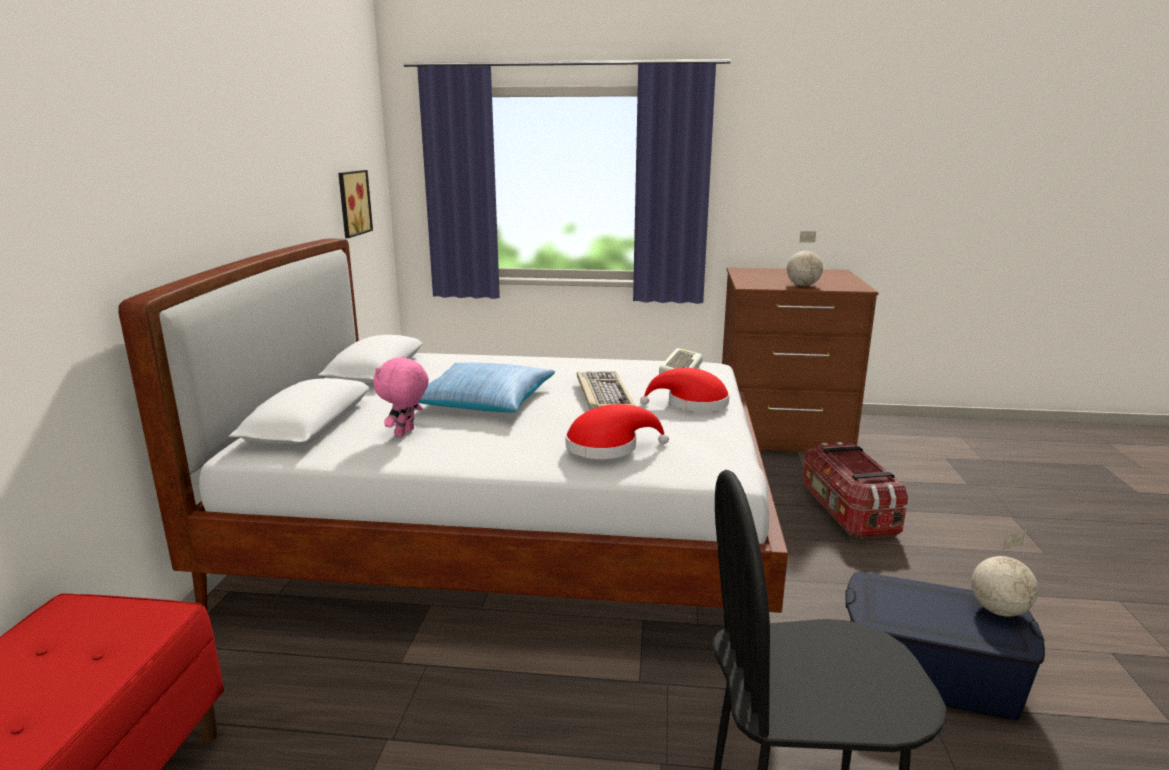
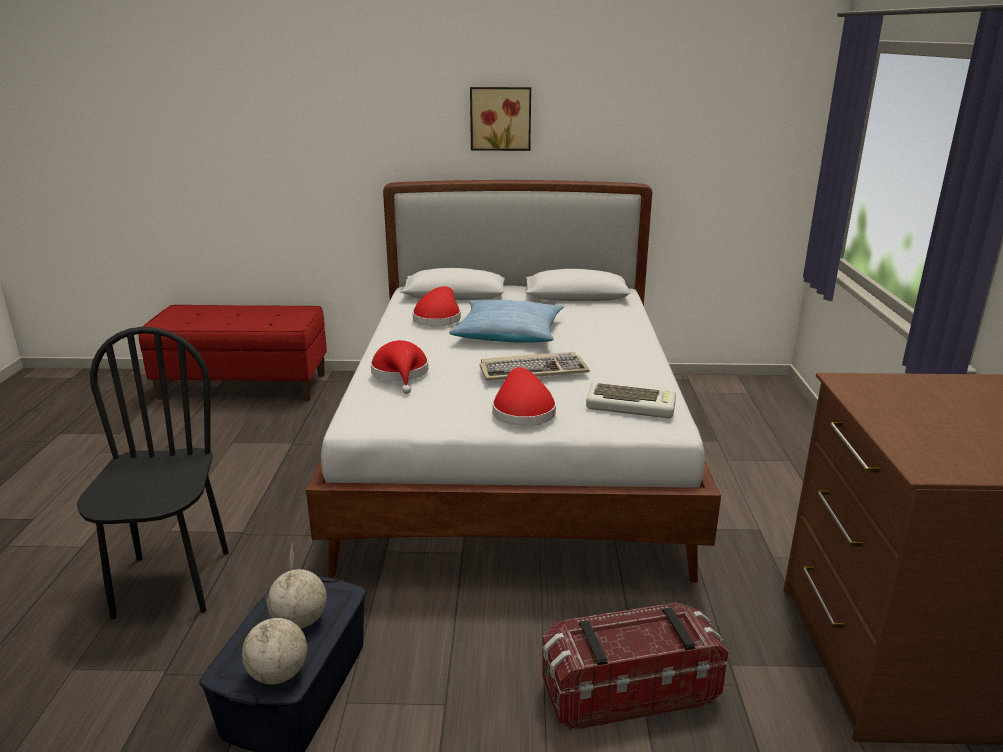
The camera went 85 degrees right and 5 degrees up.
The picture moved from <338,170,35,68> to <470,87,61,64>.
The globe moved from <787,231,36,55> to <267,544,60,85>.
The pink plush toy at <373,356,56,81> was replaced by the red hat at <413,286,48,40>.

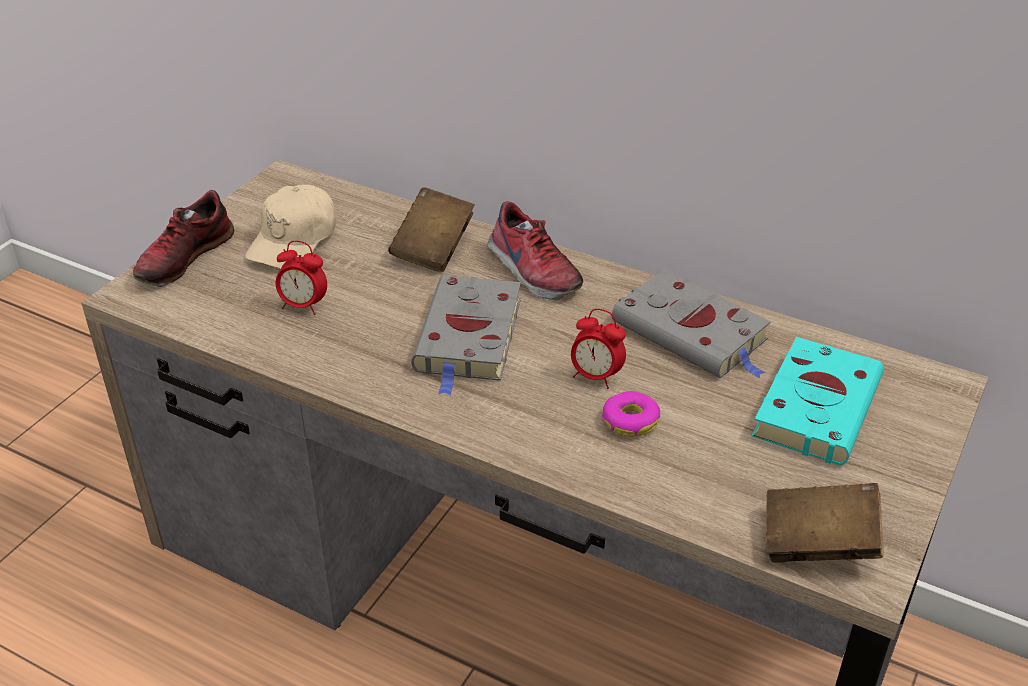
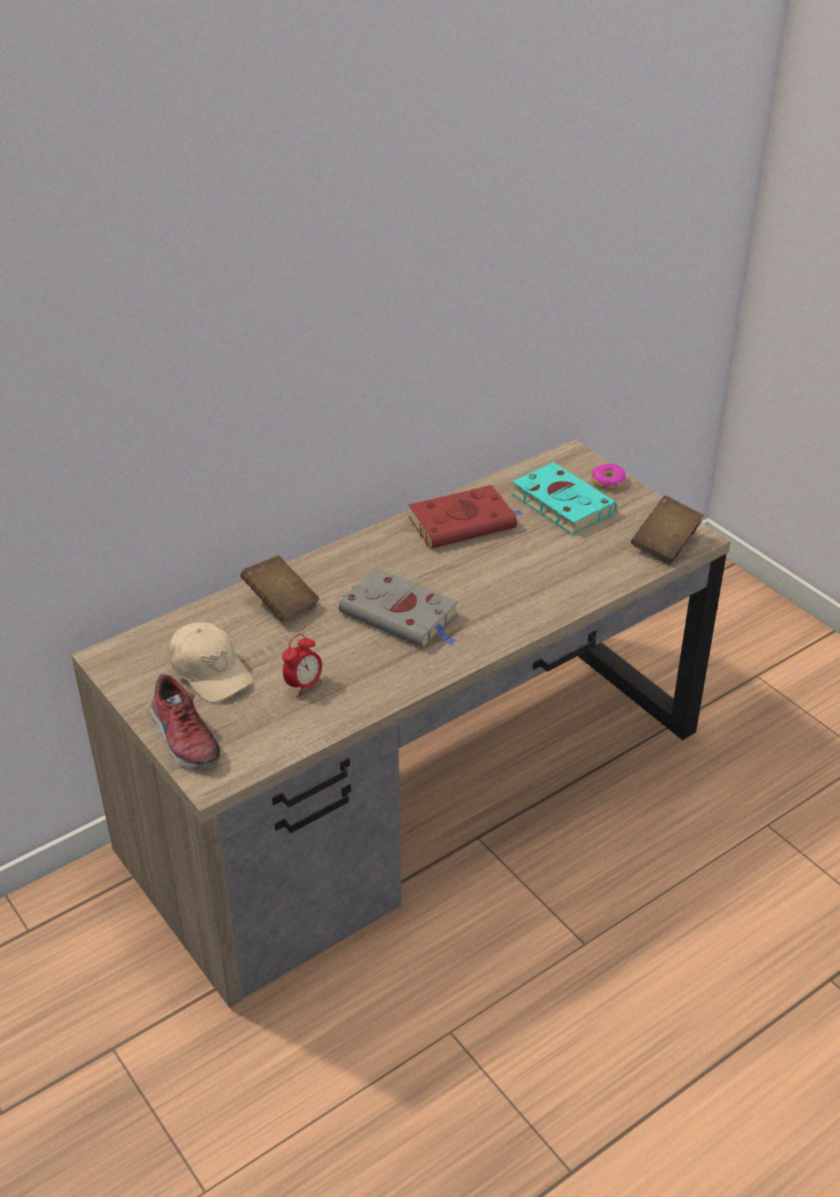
The camera went 65 degrees left and 0 degrees up.
The shoe at <487,201,96,99> disappeared.
The grey book at <612,269,159,109> became the red book at <409,485,115,64>.
The alarm clock at <571,309,55,80> disappeared.
The donut moved from <602,391,58,46> to <592,463,34,27>.

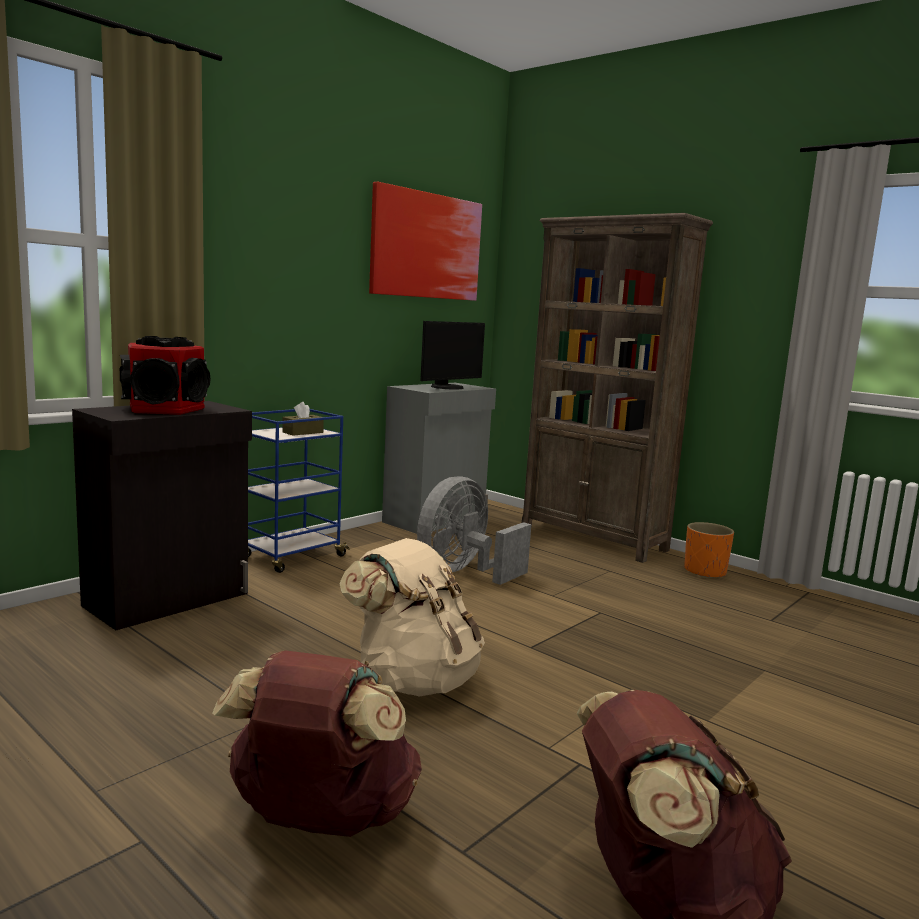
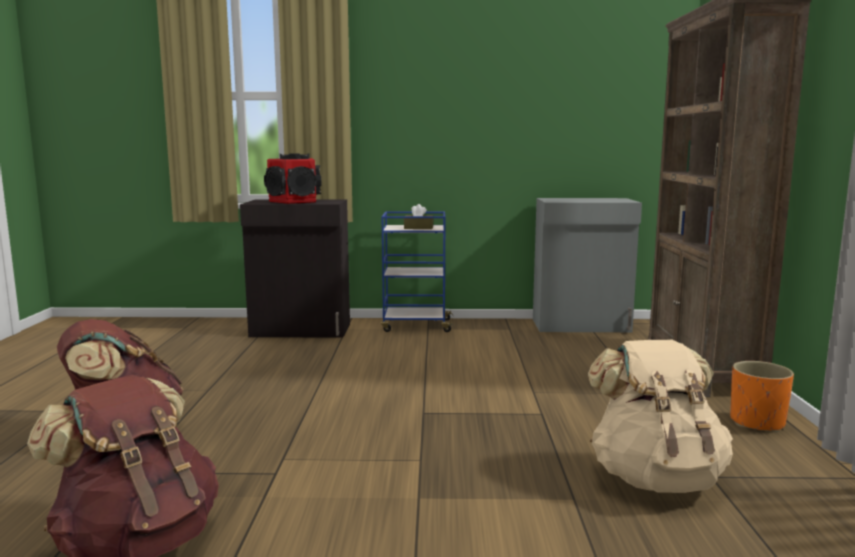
The camera went 50 degrees right and 0 degrees up.
The picture at <369,182,113,119> disappeared.
The monitor at <420,321,65,68> disappeared.
The grey fan at <417,476,114,109> disappeared.
The beige backpack moved from <339,538,146,159> to <588,340,145,153>.

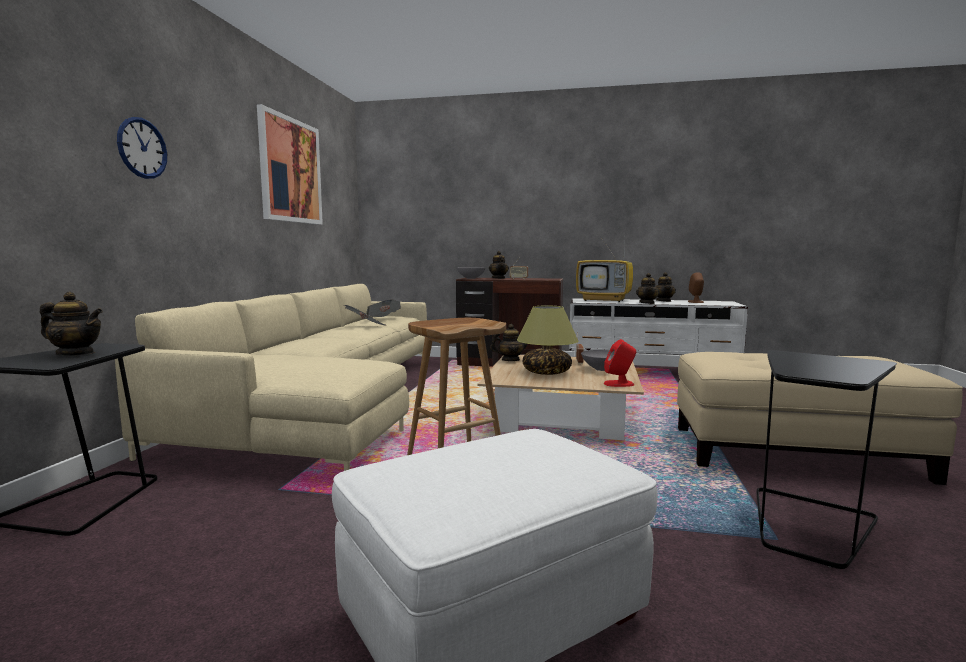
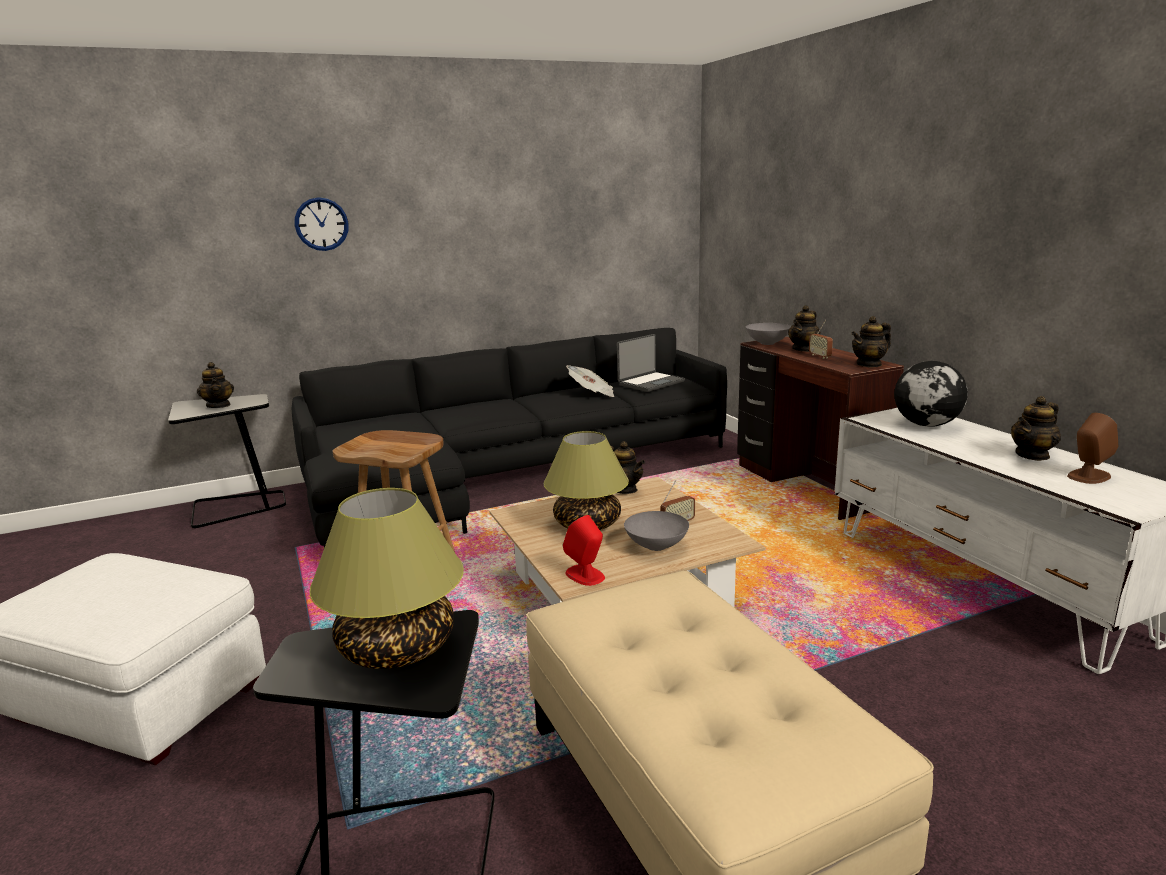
The camera went 55 degrees right and 10 degrees up.
The picture at <257,104,66,121> disappeared.
The television at <576,243,57,59> was replaced by the globe at <894,361,74,66>.
The teapot moved from <636,273,24,31> to <851,316,40,52>.
The beige sofa at <115,284,312,187> became the black sofa at <291,328,436,220>.
The newspaper at <366,299,35,18> was replaced by the laptop at <617,334,68,58>.
The table lamp at <309,488,155,181> appeared.

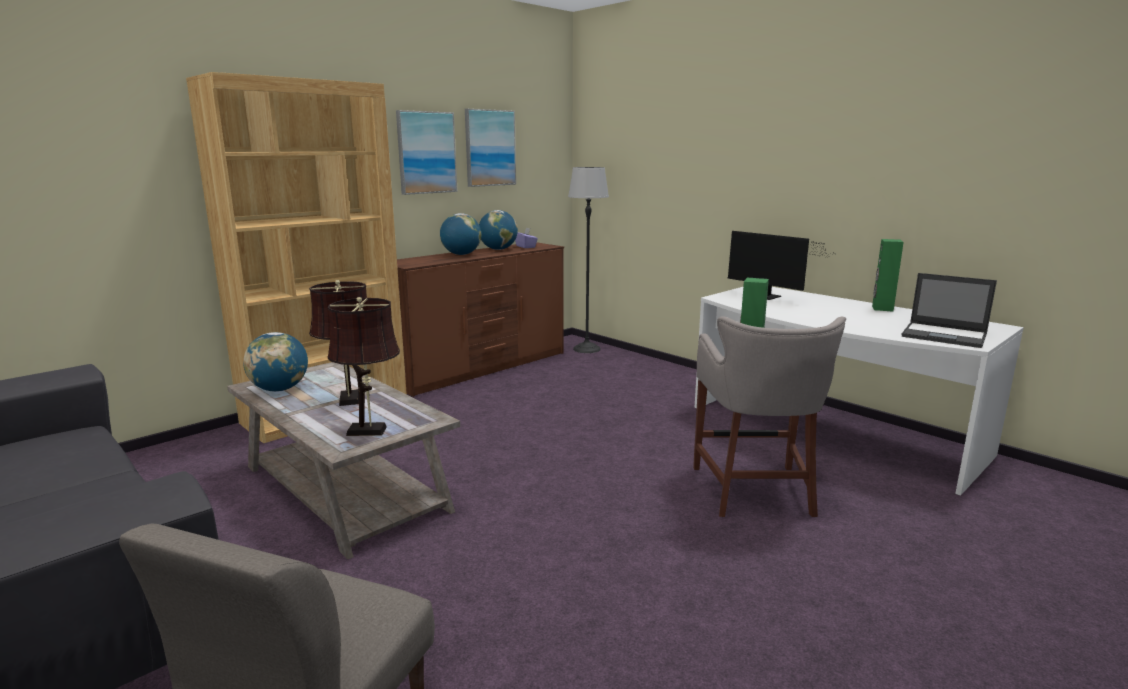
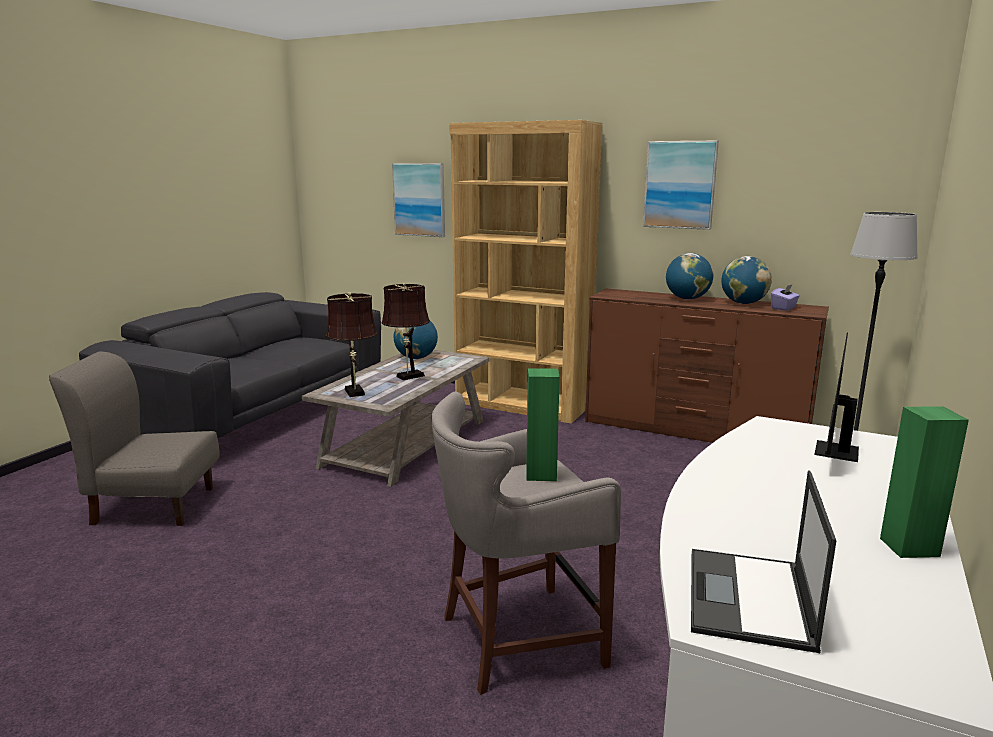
The camera went 70 degrees right and 0 degrees up.
The picture moved from <465,109,51,78> to <392,163,53,74>.

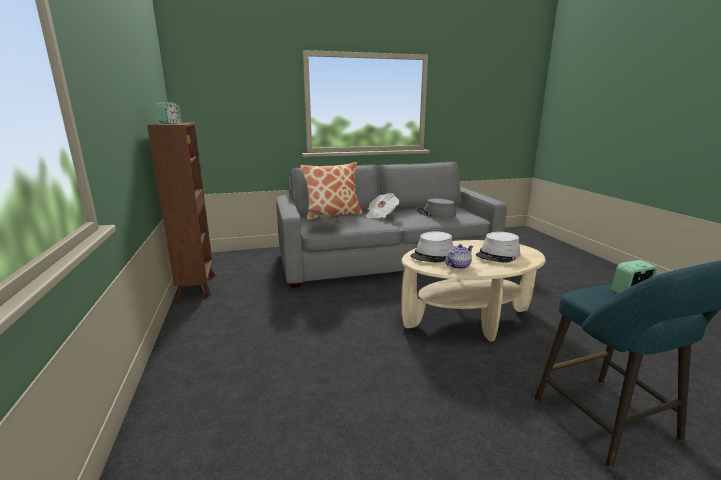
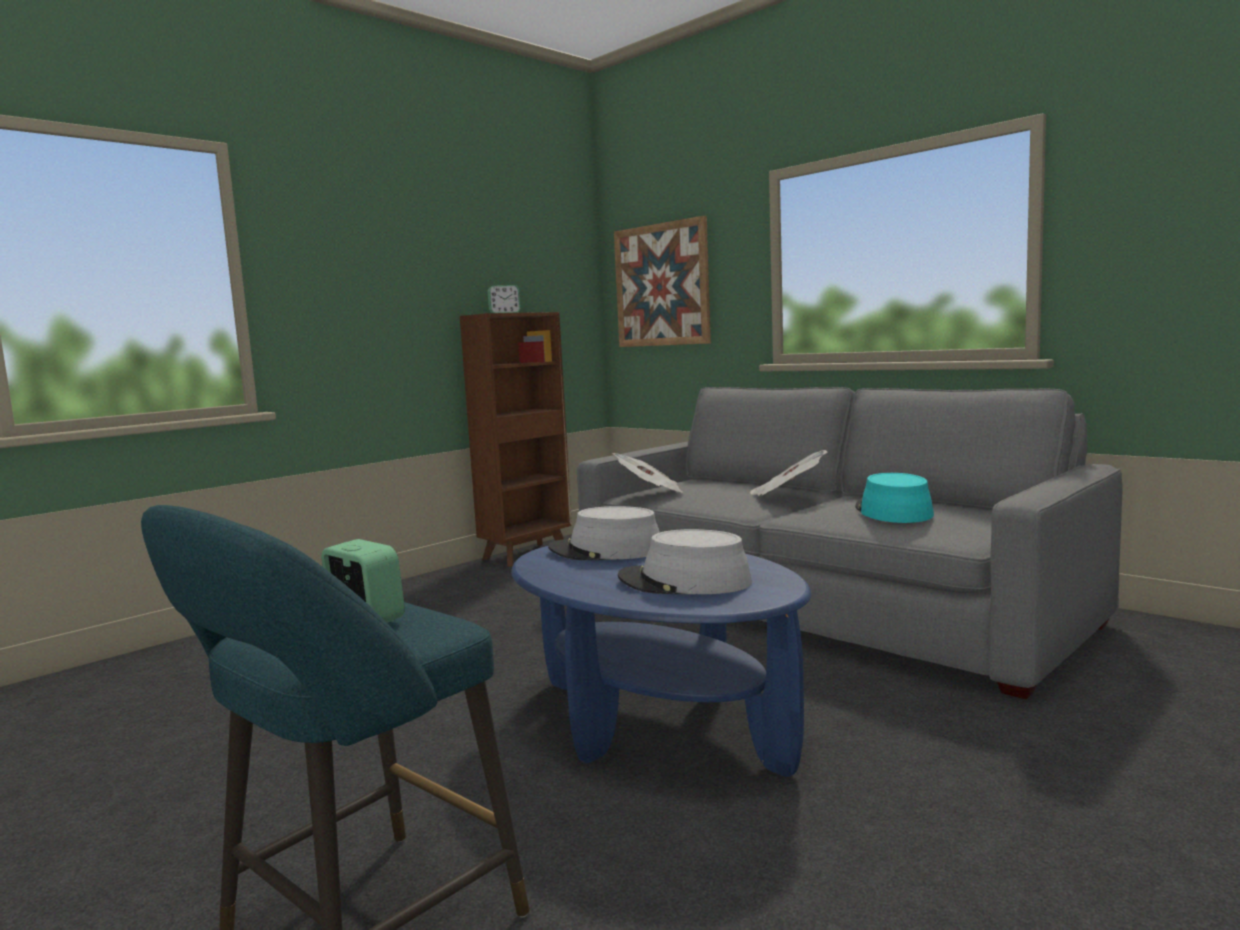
The camera went 60 degrees right and 10 degrees down.
The pillow at <300,162,63,58> disappeared.
The grey hat at <417,198,39,20> became the turquoise hat at <855,473,79,50>.
The beige coffee table at <401,240,145,102> became the blue coffee table at <511,546,300,231>.
The teapot at <445,244,28,25> disappeared.
The picture at <614,216,97,131> appeared.

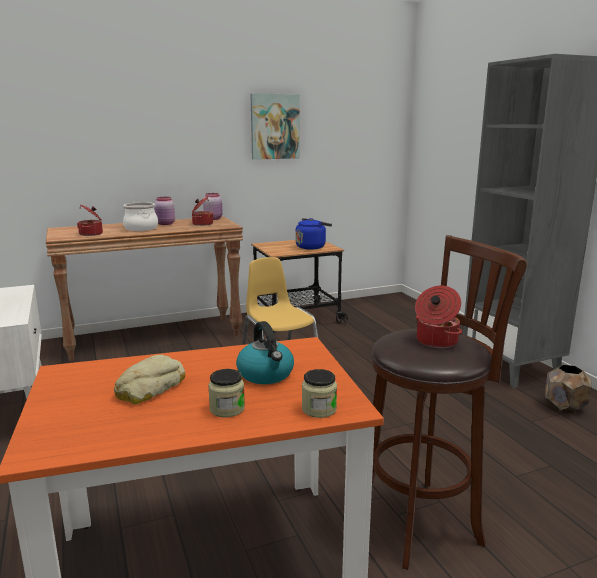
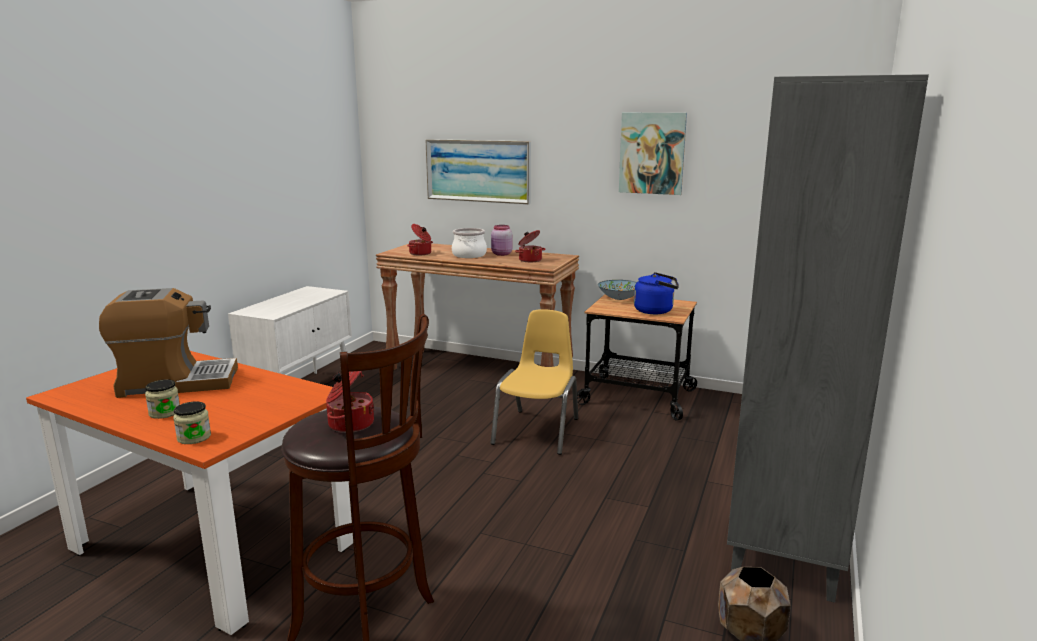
The camera went 45 degrees right and 0 degrees up.
The pink jar at <203,193,20,27> disappeared.
The kettle at <236,321,58,63> disappeared.
The bread at <114,354,72,50> was replaced by the coffee machine at <99,288,139,110>.
The picture at <425,139,106,65> appeared.
The bowl at <598,280,39,20> appeared.

